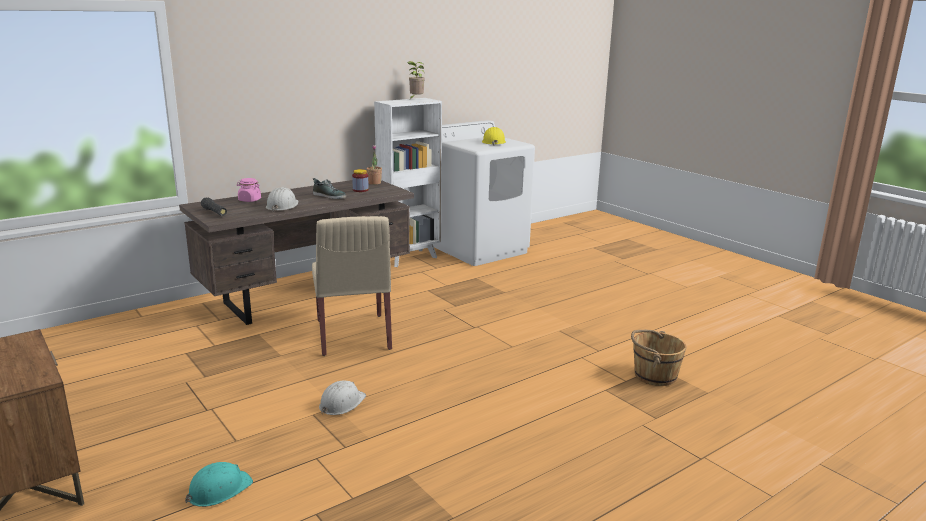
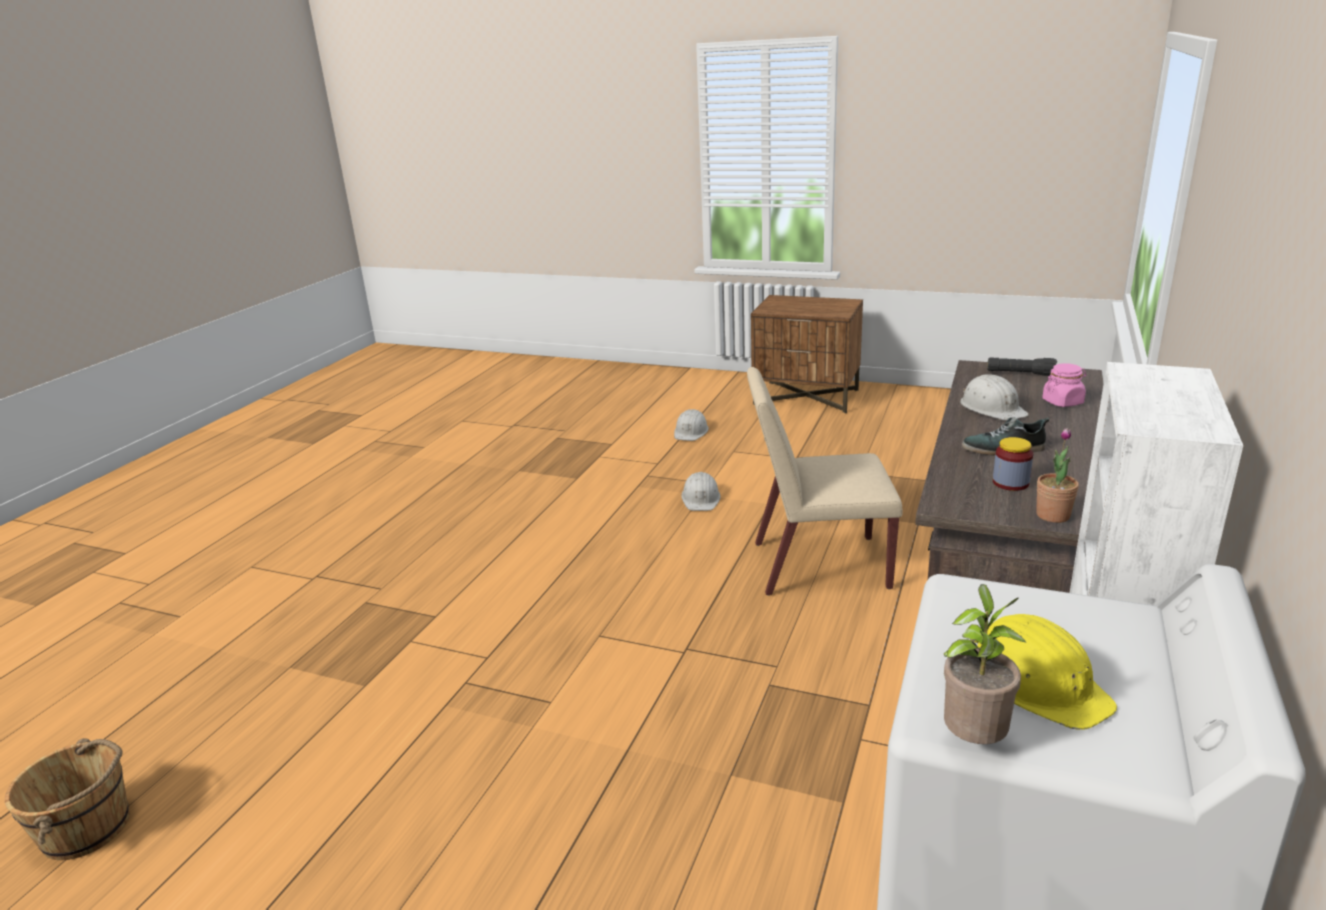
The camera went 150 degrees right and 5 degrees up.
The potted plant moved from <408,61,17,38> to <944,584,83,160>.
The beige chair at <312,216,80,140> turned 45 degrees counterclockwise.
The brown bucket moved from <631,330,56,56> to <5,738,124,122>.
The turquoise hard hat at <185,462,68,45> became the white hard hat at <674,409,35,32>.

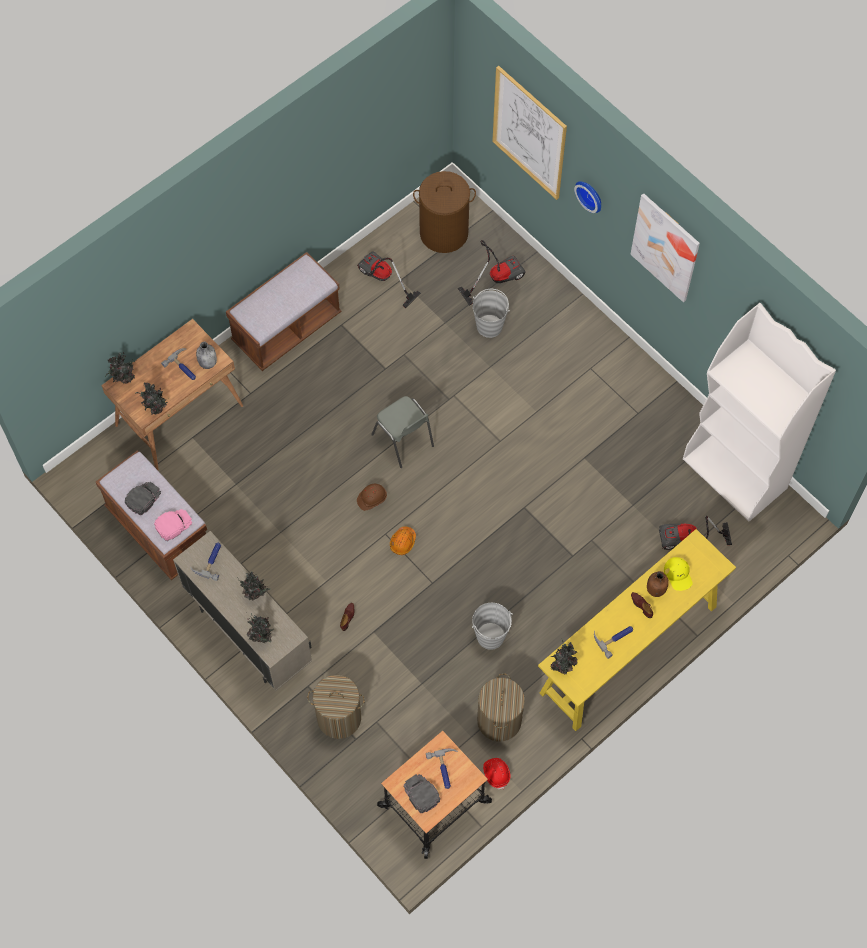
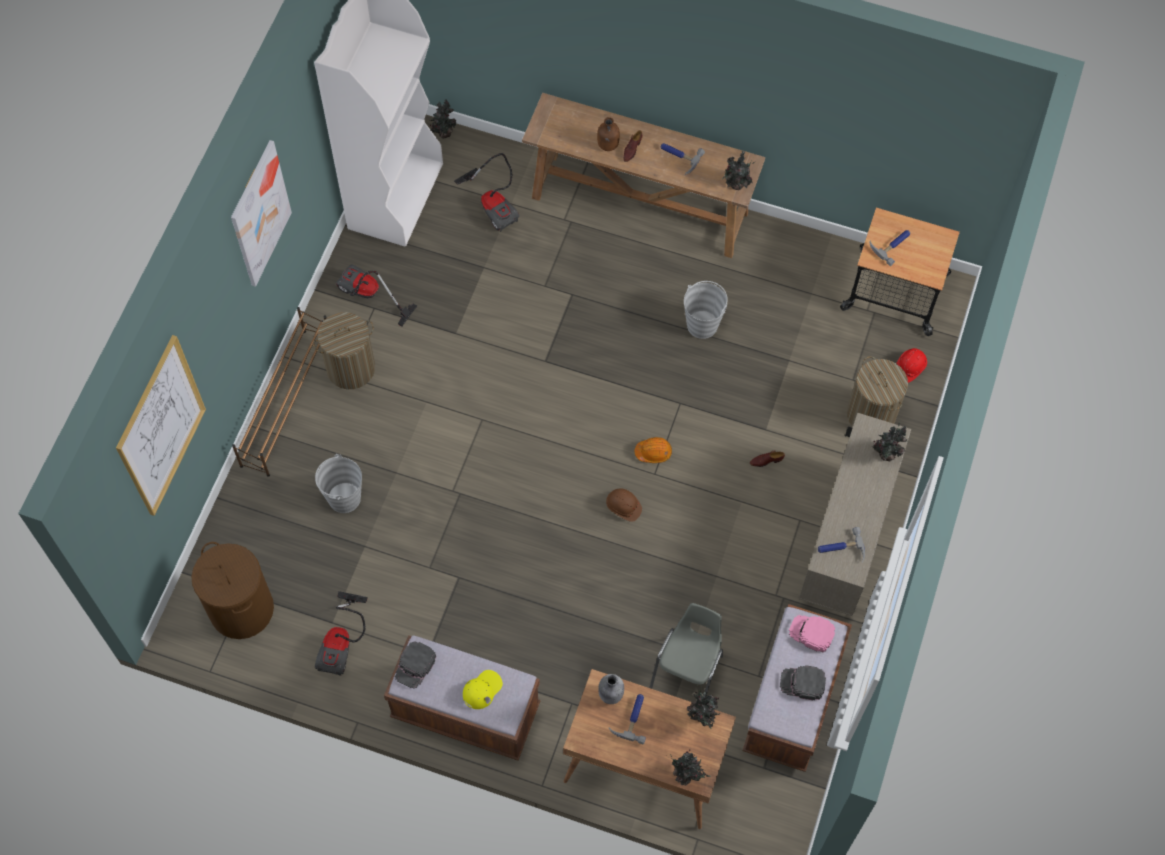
The camera went 120 degrees left and 0 degrees up.
The wall clock at <574,181,27,32> disappeared.
The vacuum cleaner moved from <458,240,68,66> to <336,265,81,62>.
The grey chair moved from <371,396,63,72> to <649,603,74,93>.
The yellow console table at <538,529,198,202> became the brown console table at <522,93,243,165>.
The yellow cap moved from <664,557,29,34> to <463,670,40,39>.
The potted plant moved from <237,571,33,30> to <430,99,27,39>.
The laundry basket moved from <477,673,48,68> to <313,312,62,77>.
The red hard hat moved from <483,758,28,31> to <896,348,31,35>.
The black cap moved from <403,774,37,39> to <395,641,41,48>.
The brown shoe rack at <232,307,94,170> appeared.

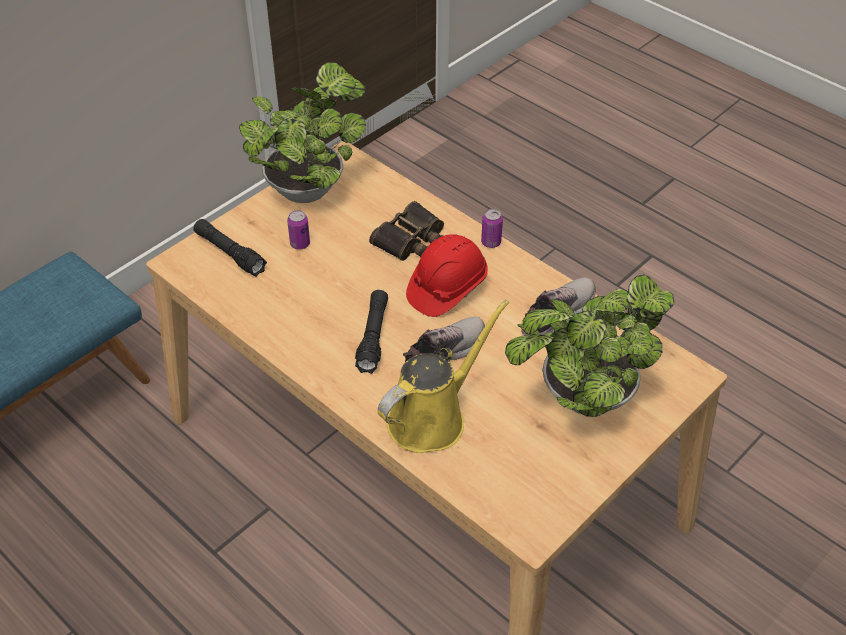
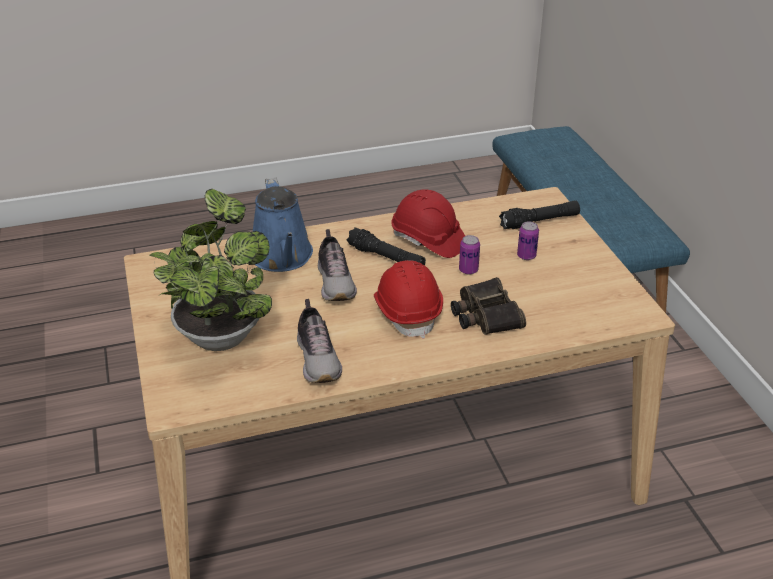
The camera went 120 degrees right and 10 degrees down.
The potted plant at <239,62,127,141> disappeared.
The can moved from <481,209,22,39> to <459,235,21,40>.
The yellow watering can at <378,300,131,153> became the blue watering can at <253,177,60,95>.
The red hard hat at <391,189,74,69> appeared.

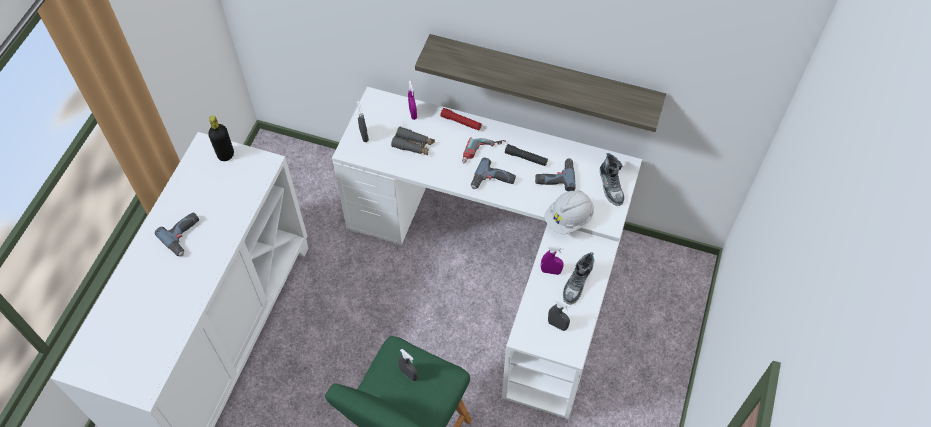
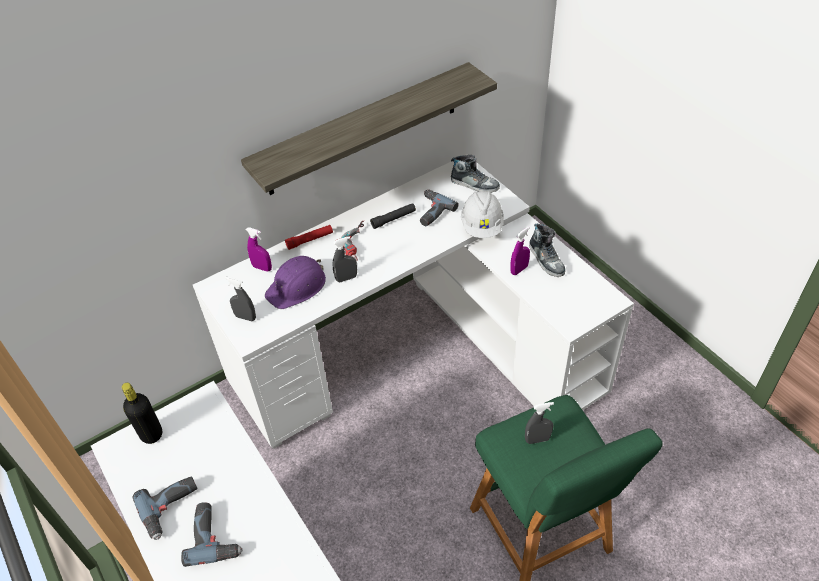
The camera went 50 degrees left and 10 degrees down.
The grey binoculars at <391,127,44,28> was replaced by the purple hard hat at <265,256,61,53>.
The power drill moved from <471,158,45,31> to <133,477,64,63>.
The grey spray bottle moved from <548,299,22,32> to <333,236,24,46>.

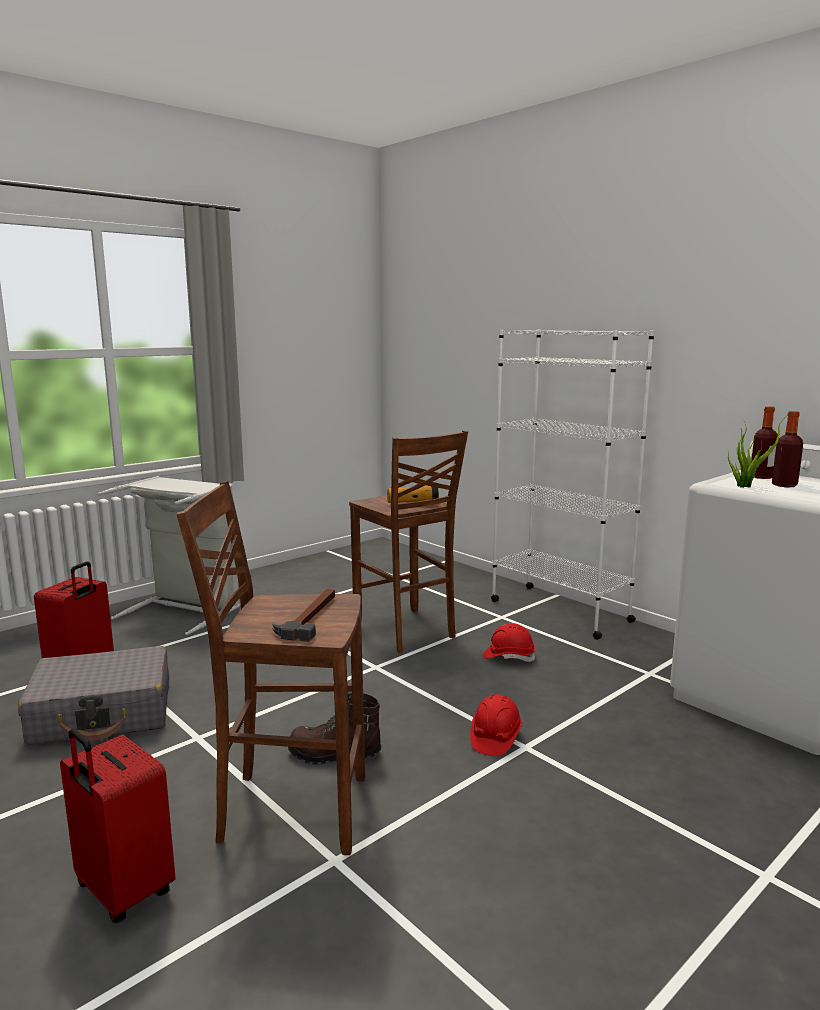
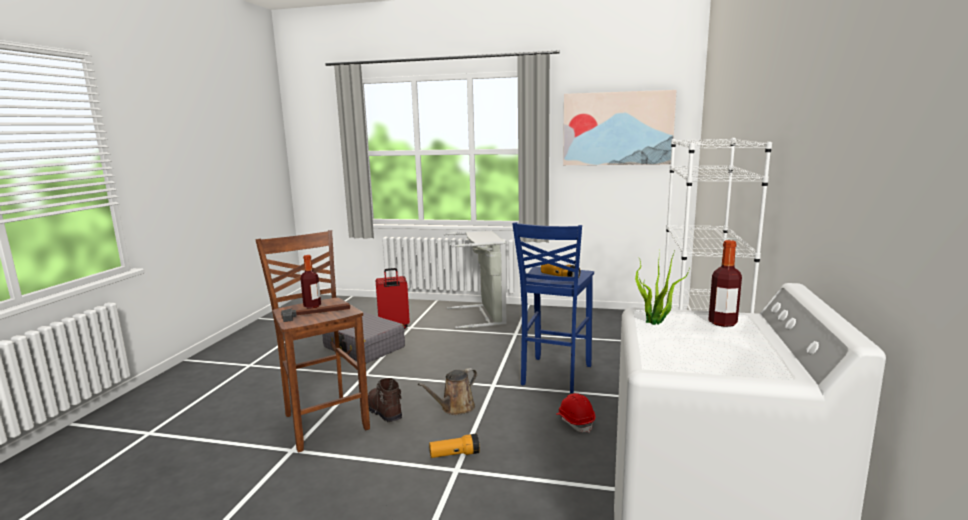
The camera went 55 degrees right and 0 degrees up.
The bottle moved from <772,411,31,76> to <300,255,21,54>.
The brown stool at <349,430,119,223> became the blue stool at <512,222,82,171>.
The red hard hat at <470,694,52,62> was replaced by the flashlight at <429,434,51,24>.
The red suitcase at <60,729,115,194> disappeared.
The picture at <563,90,113,75> appeared.
The brown watering can at <418,368,59,47> appeared.

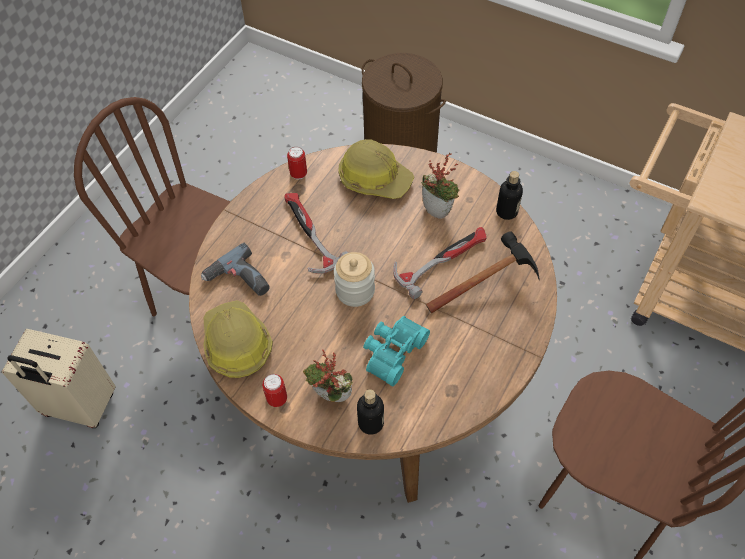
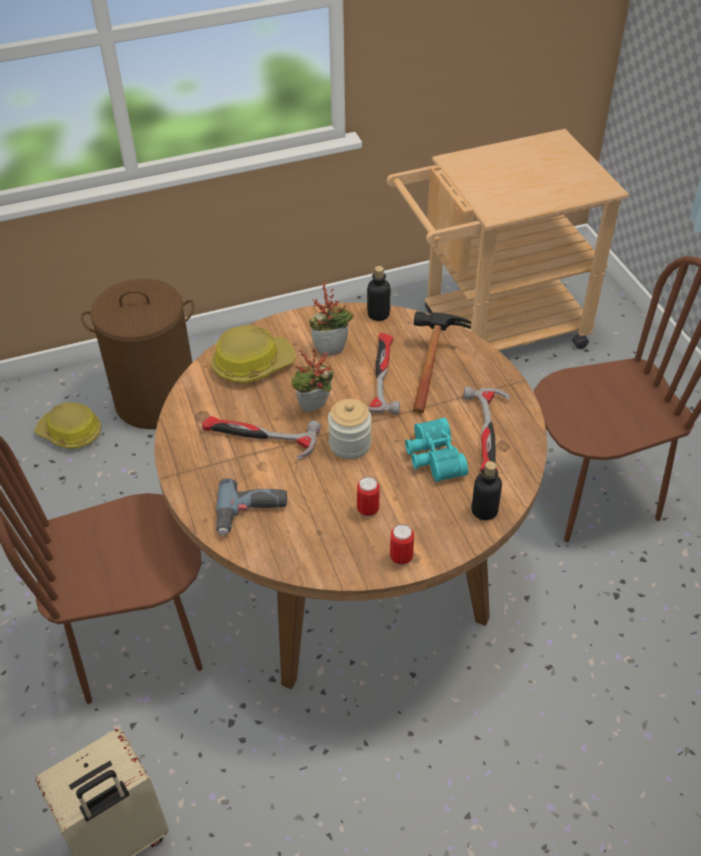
The camera went 50 degrees left and 10 degrees down.
The can moved from <287,147,20,33> to <357,477,23,40>.
The hard hat moved from <203,300,70,78> to <34,402,67,47>.
The potted plant moved from <303,349,50,53> to <291,348,42,64>.
The hammer at <464,387,47,85> appeared.

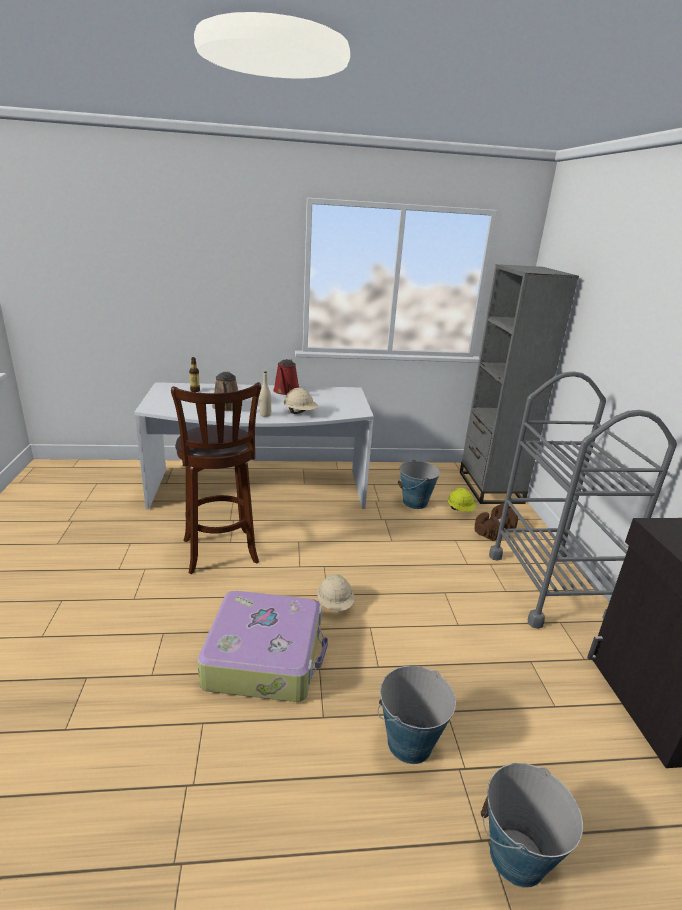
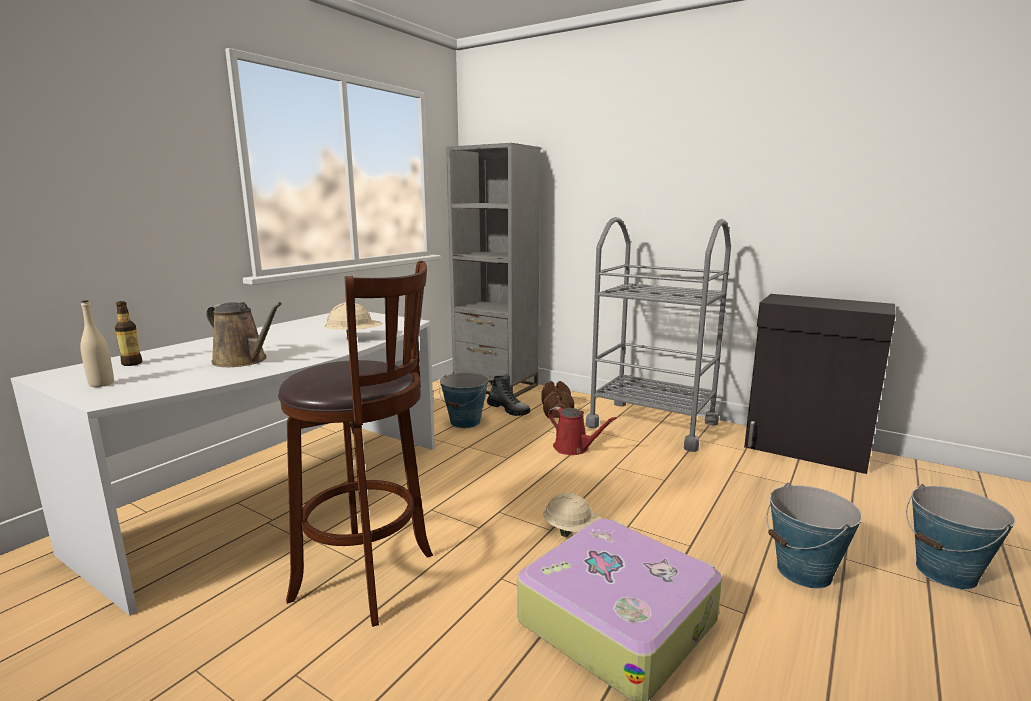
The camera went 50 degrees left and 10 degrees down.
The red watering can moved from <273,359,26,36> to <548,407,69,48>.
The beige bottle moved from <259,372,12,45> to <80,300,34,87>.
The yellow hard hat at <448,488,28,24> was replaced by the boot at <487,373,43,43>.

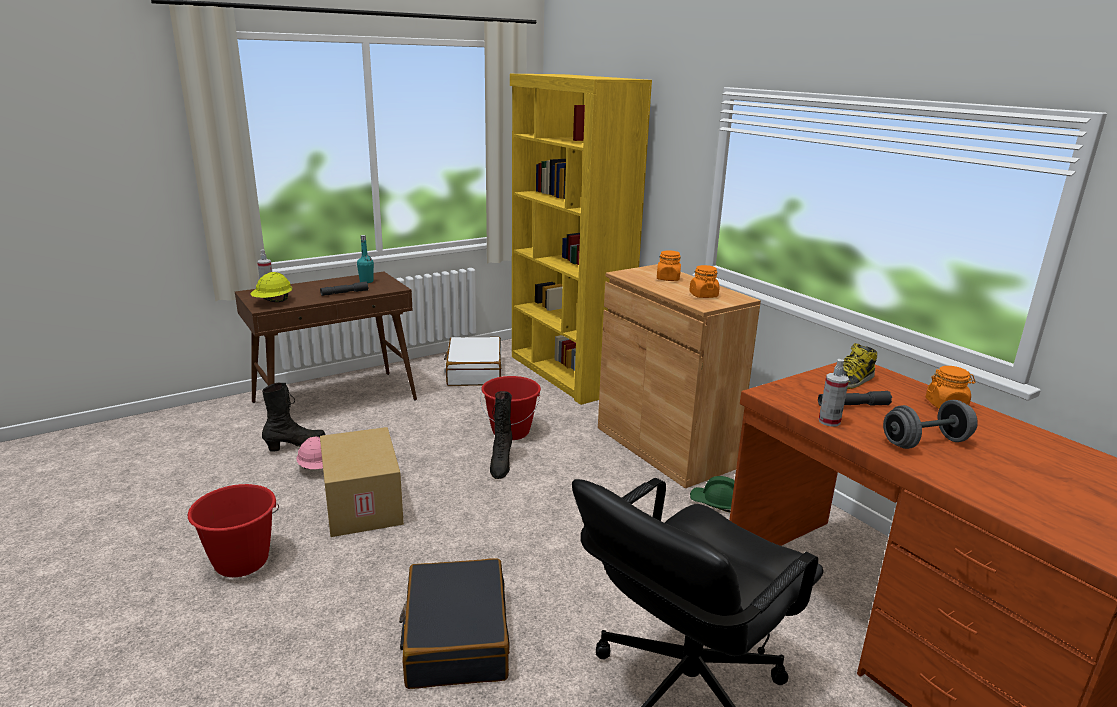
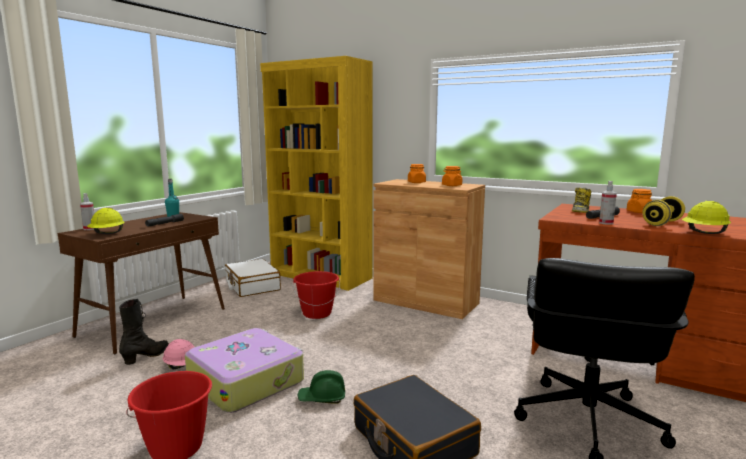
The camera went 25 degrees left and 10 degrees down.
The black boot at <490,391,22,88> disappeared.
The grey dumbbell at <883,400,95,49> became the yellow dumbbell at <642,196,43,30>.
The cardboard box at <320,427,84,110> was replaced by the suitcase at <185,328,119,85>.
The green hard hat moved from <690,476,45,36> to <298,370,47,34>.
The yellow hard hat at <682,201,49,33> appeared.

